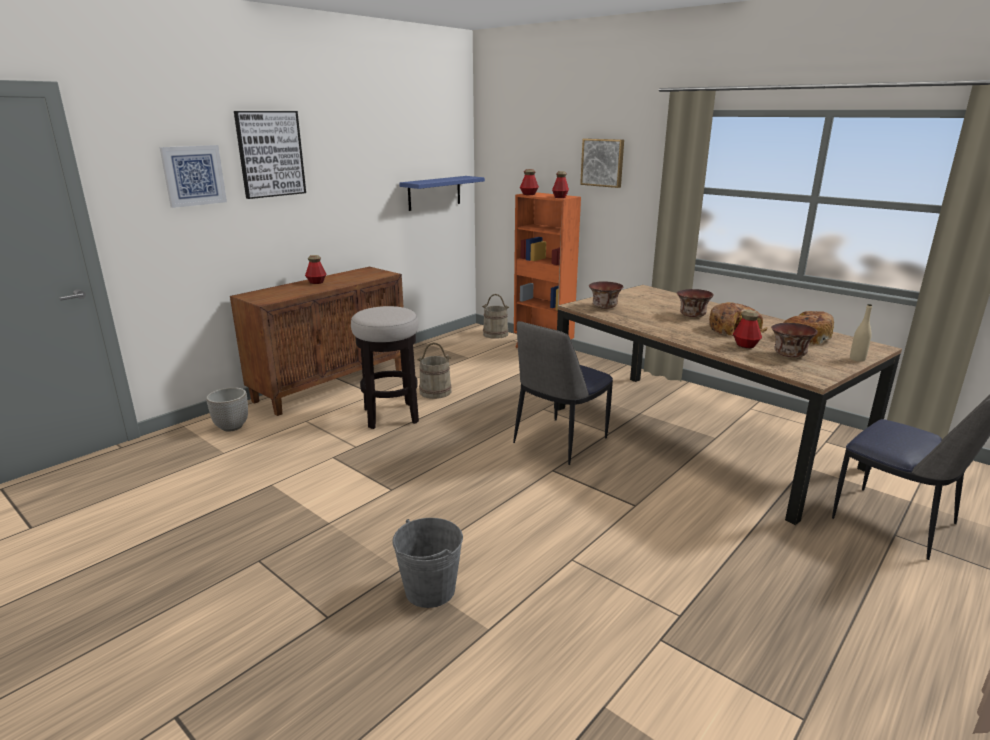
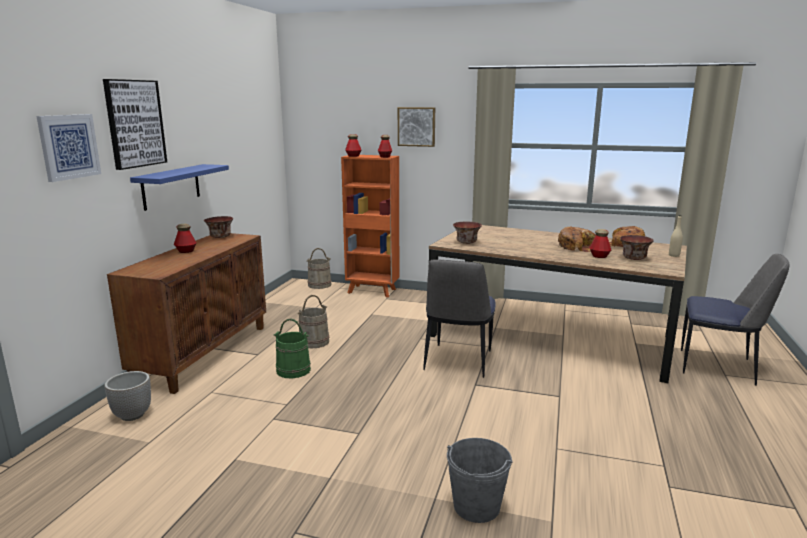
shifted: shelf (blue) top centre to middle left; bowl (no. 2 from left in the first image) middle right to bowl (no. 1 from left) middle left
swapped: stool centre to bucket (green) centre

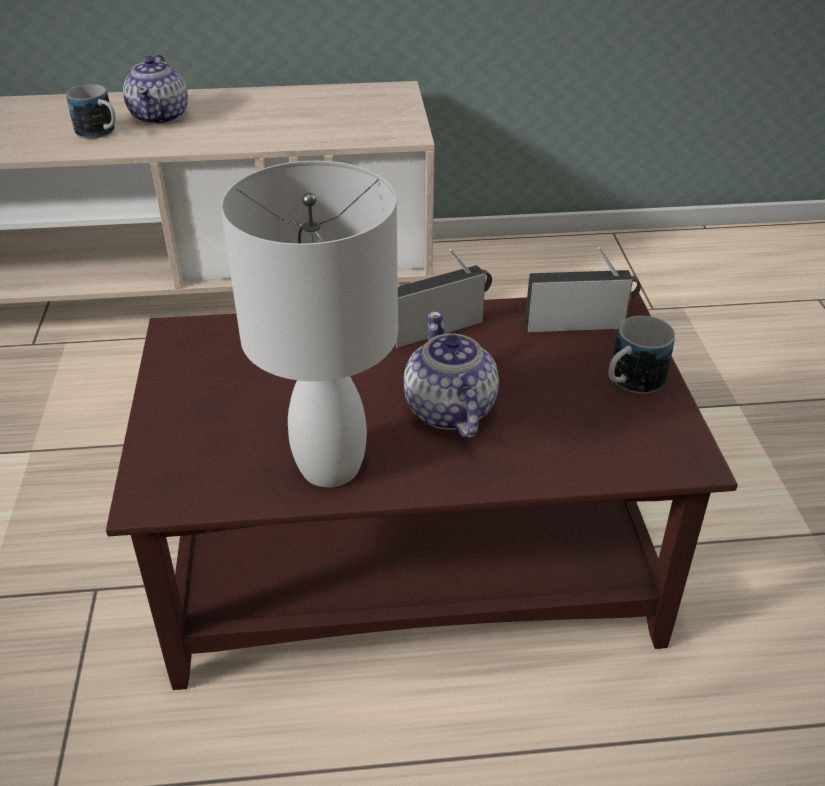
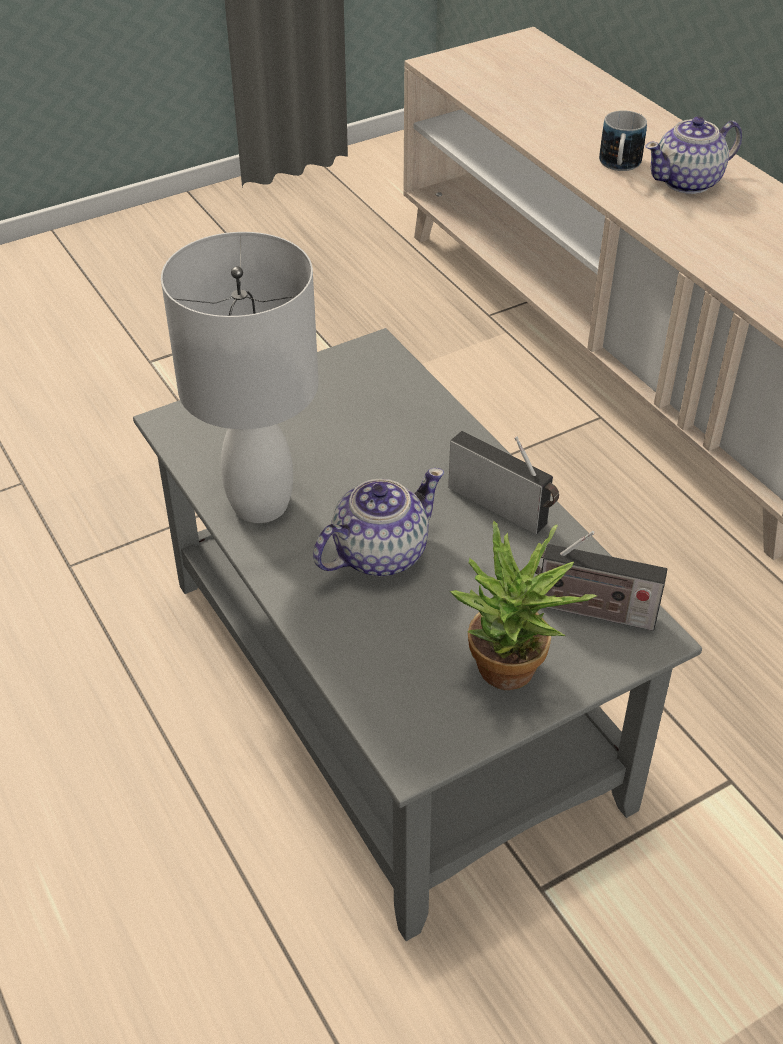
swapped: mug (no. 2 from left) middle right to potted plant middle right
repainted: coffee table (brown) centre to coffee table (grey) centre
rotated: radio (no. 2 from left) middle right = middle right 135 degrees clockwise

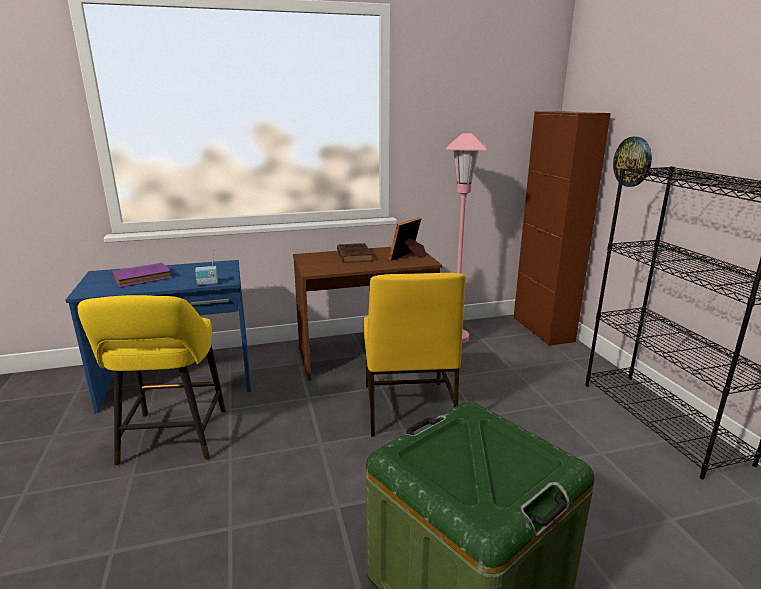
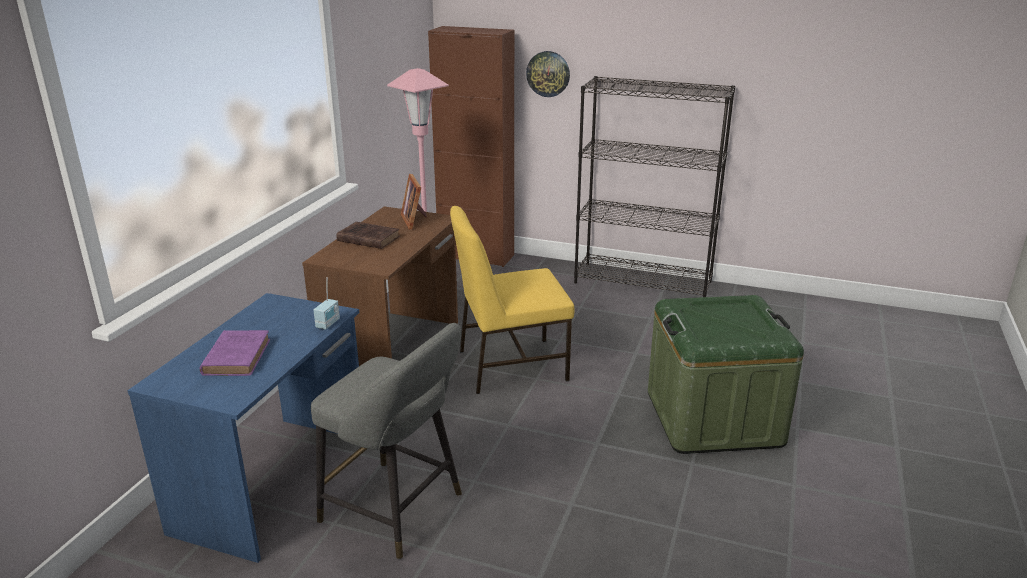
repainted: stool (yellow) middle left to stool (grey) bottom centre
rotated: chair (yellow) centre = centre 135 degrees clockwise

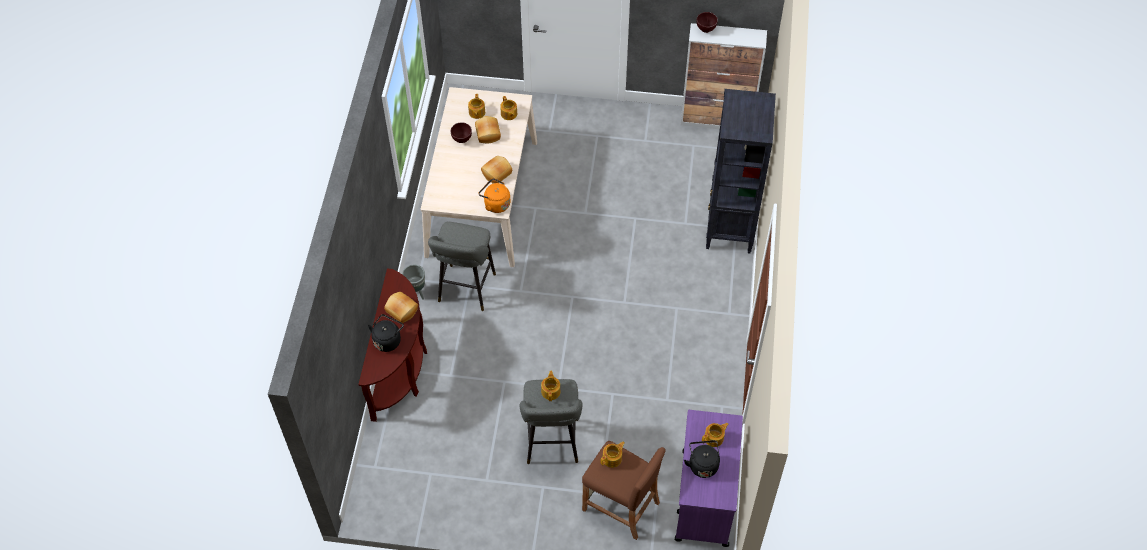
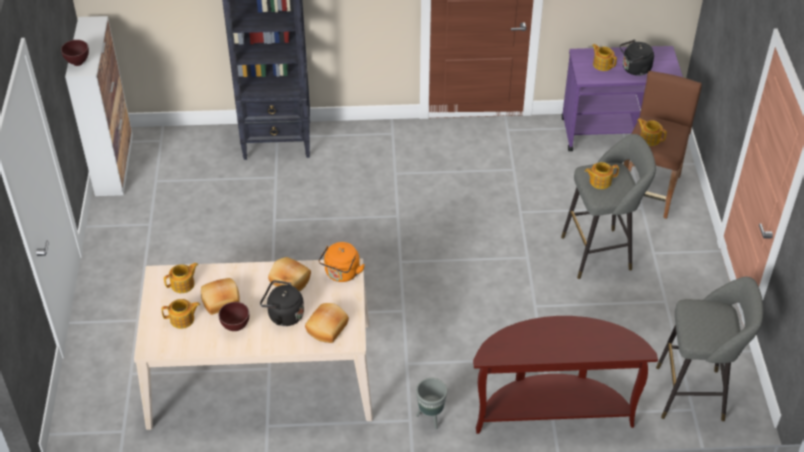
shifted: kettle (black) (no. 1 from left) centre to bottom centre; bread (no. 1 from left in the first image) centre to bread (no. 3 from left) bottom centre; stool (grey) (no. 1 from left in the first image) centre to stool (grey) (no. 2 from left) bottom right

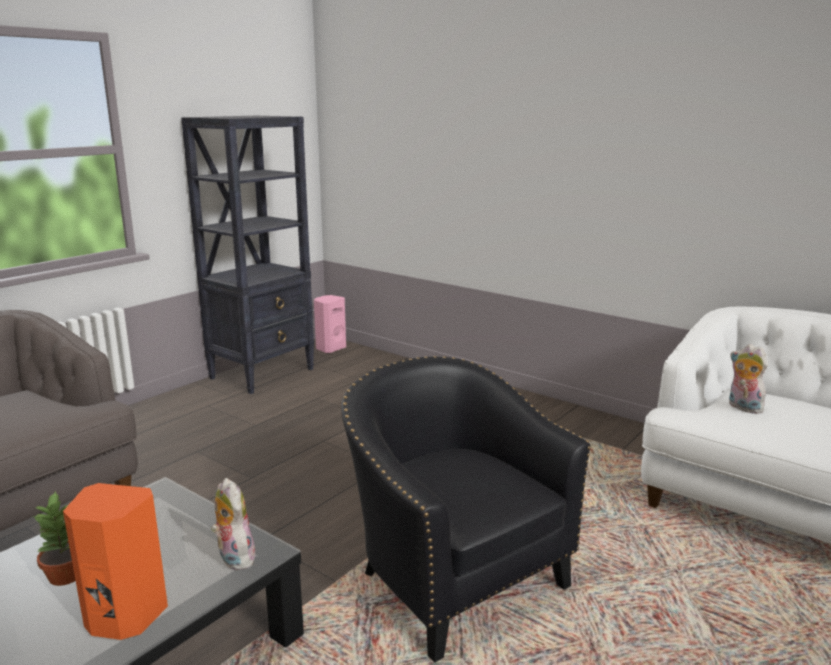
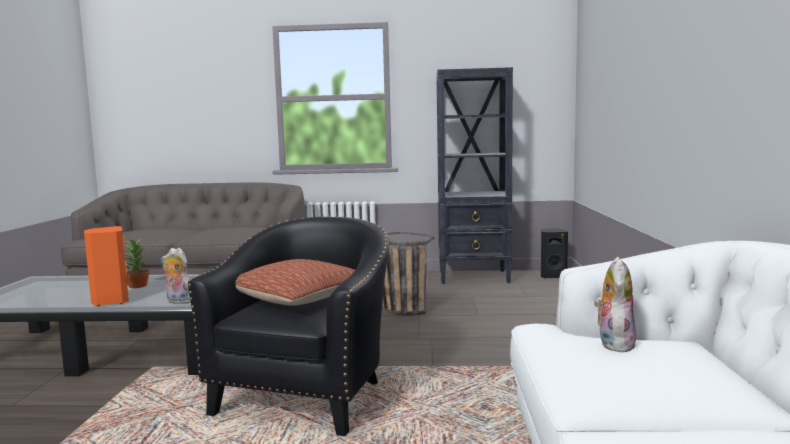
new: pillow centre; basket centre
repainted: speaker (pink) centre to speaker (black) middle right
rotated: plush toy (no. 1 from left) bottom left = middle left 90 degrees counterclockwise

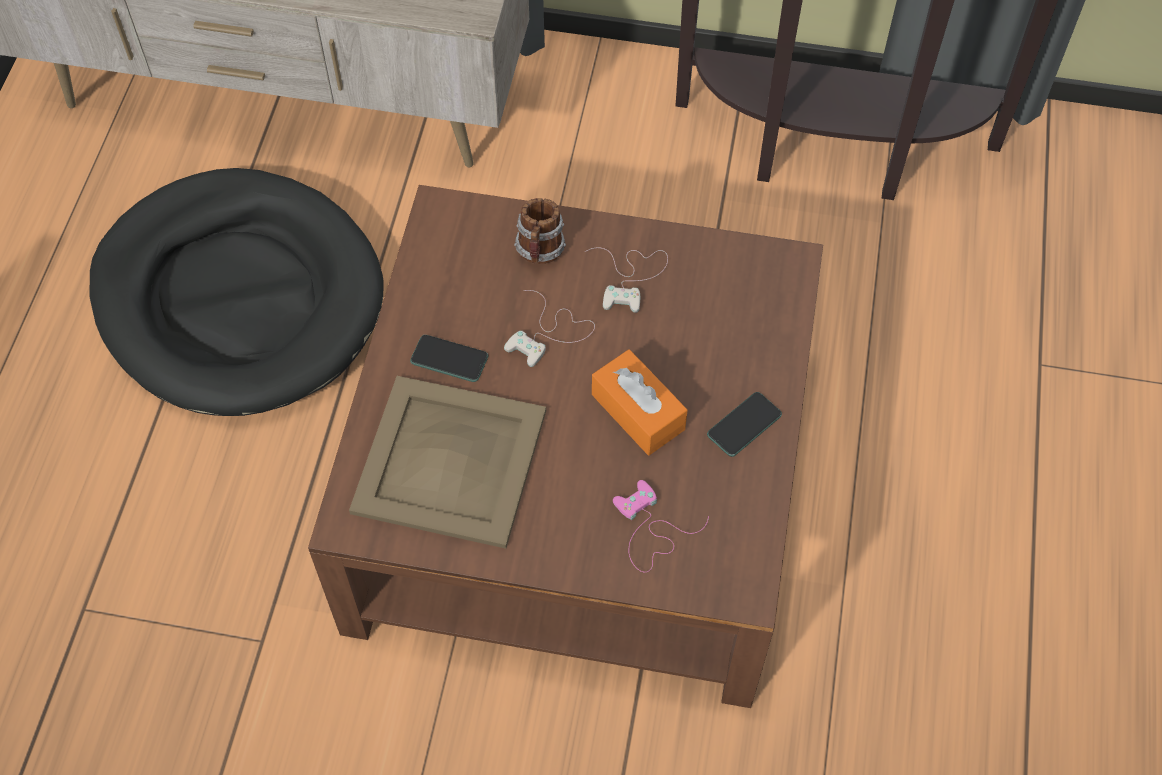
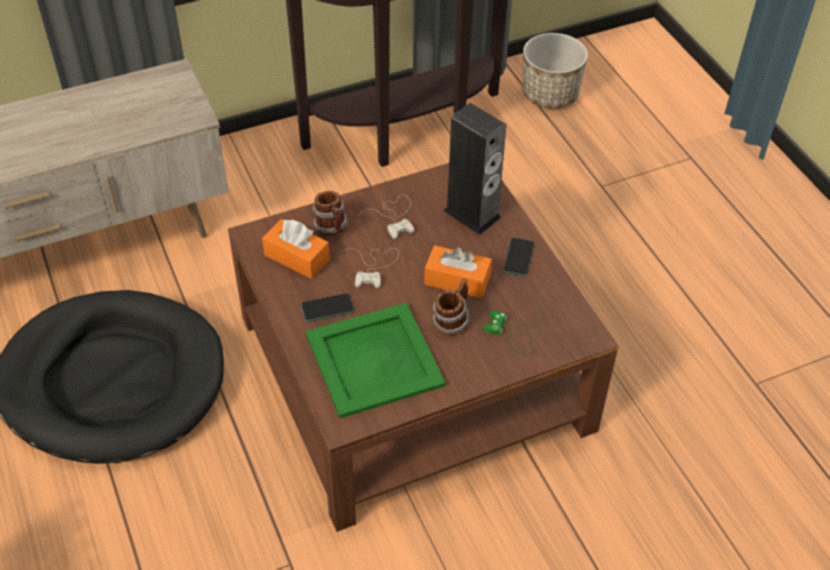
new: tissue box (orange) (no. 1 from left) centre; mug (no. 2 from left) centre; speaker top centre; planter top right
repainted: tray (beige) centre to tray (green) centre; game controller (pink) bottom centre to game controller (green) centre

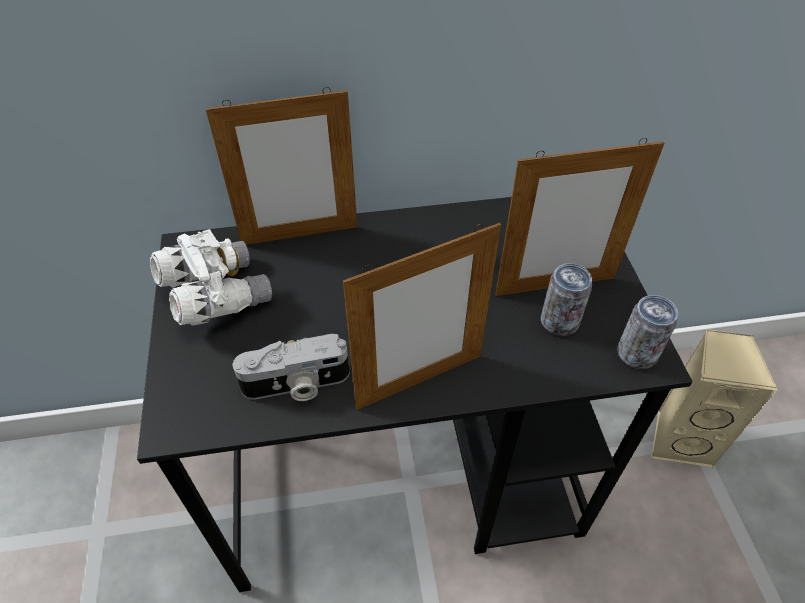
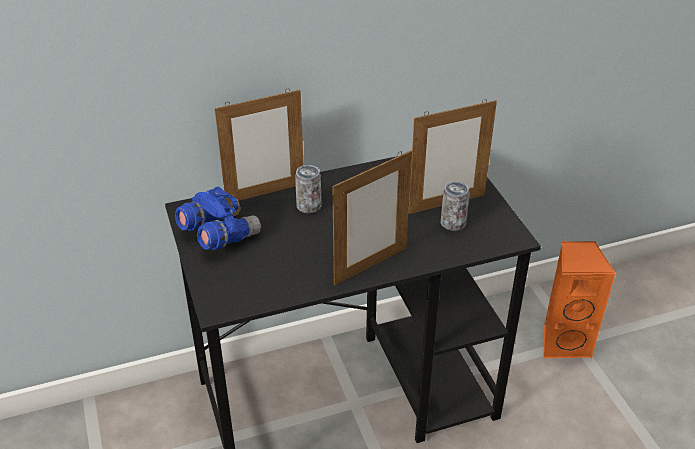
gone: photo camera centre
shifted: can (no. 2 from left in the first image) middle right to can (no. 1 from left) centre
repainted: binoculars (white) middle left to binoculars (blue) middle left; speaker (beige) middle right to speaker (orange) middle right

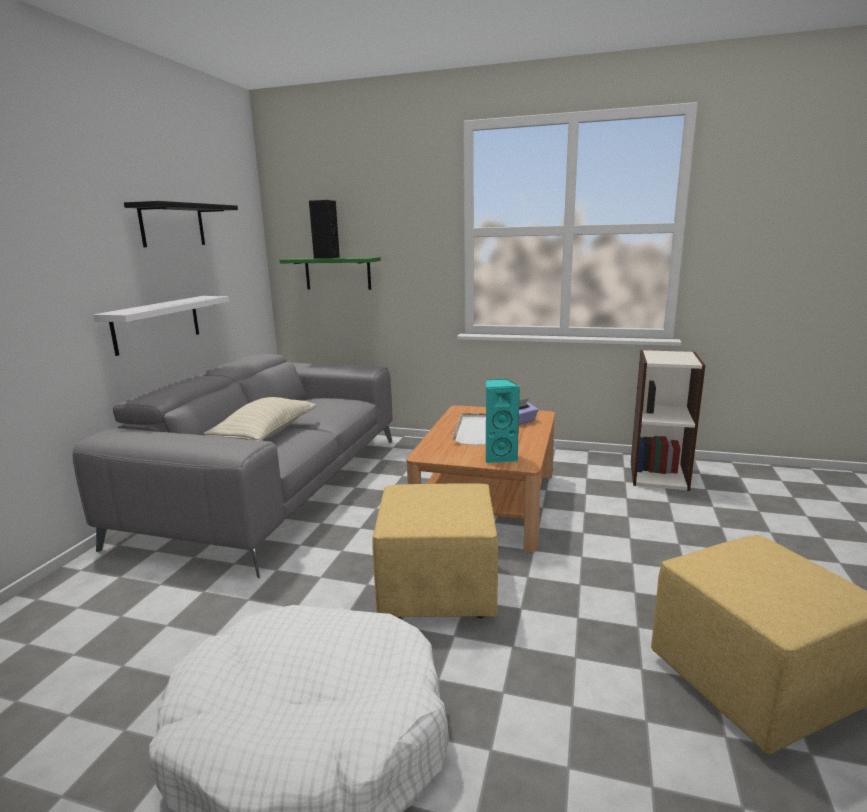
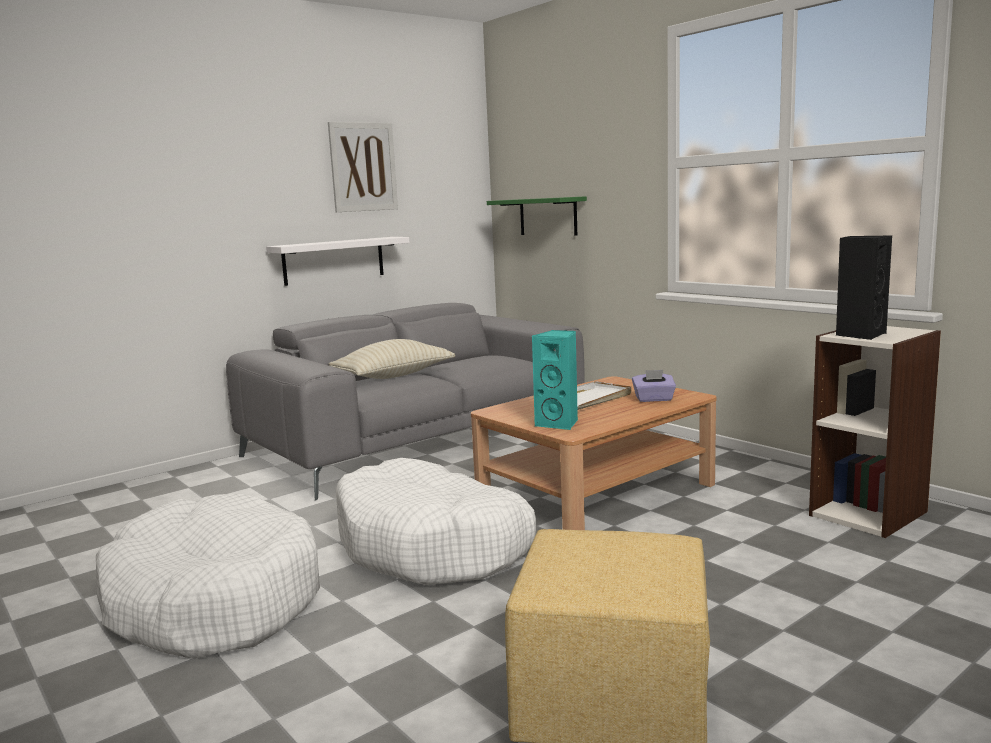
shifted: speaker (black) top centre to middle right
swapped: shelf (black) top left to picture top centre; ottoman (yellow) (no. 1 from left) bottom centre to dog bed (white) (no. 2 from left) bottom centre

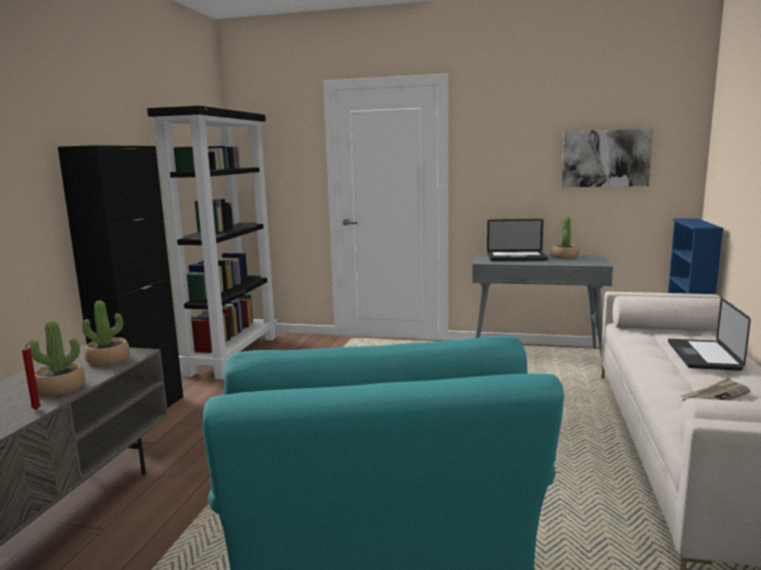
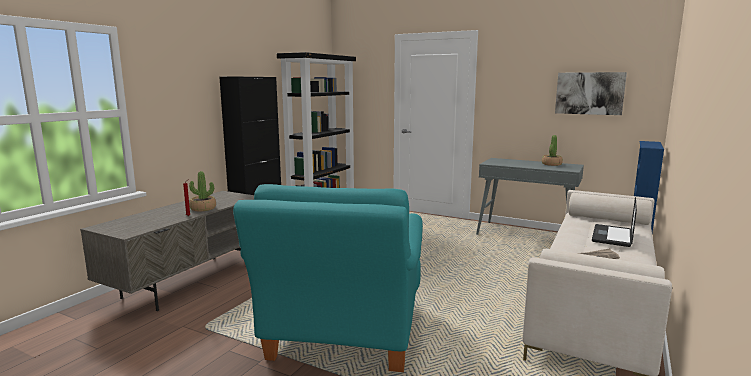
gone: potted plant (no. 2 from left) middle left; laptop (no. 1 from left) middle right

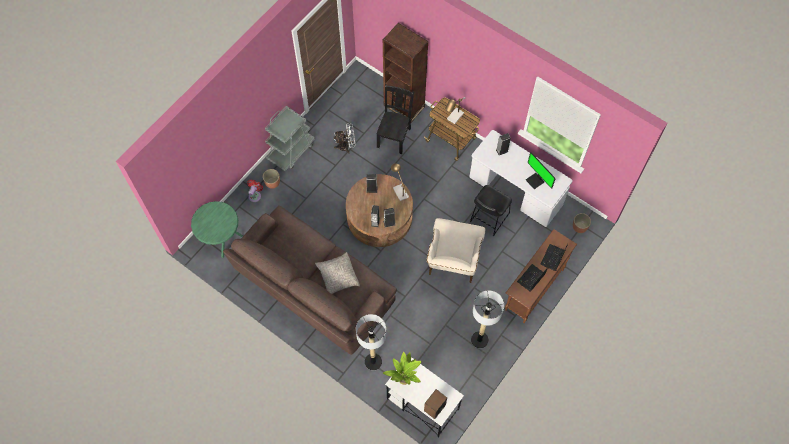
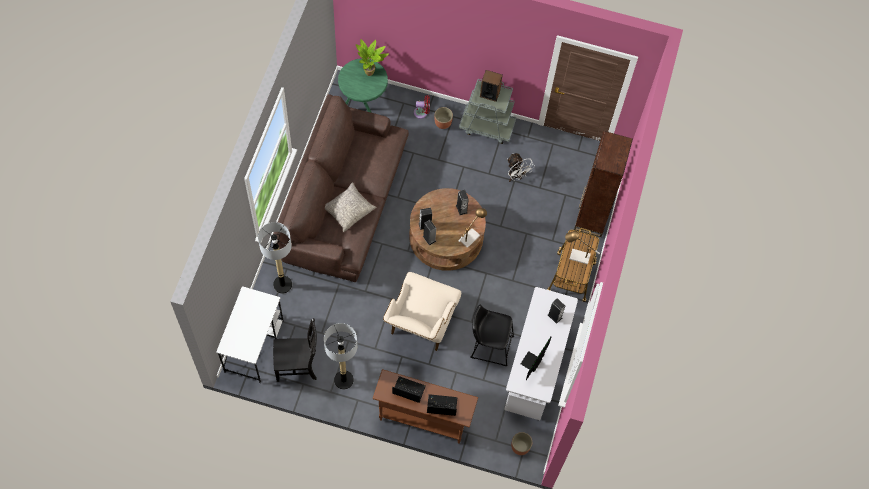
shifted: chair (black) top centre to bottom centre; potted plant bottom centre to top centre; speaker (no. 4 from left) bottom centre to top centre
rotated: armchair (beige) centre = centre 60 degrees counterclockwise

